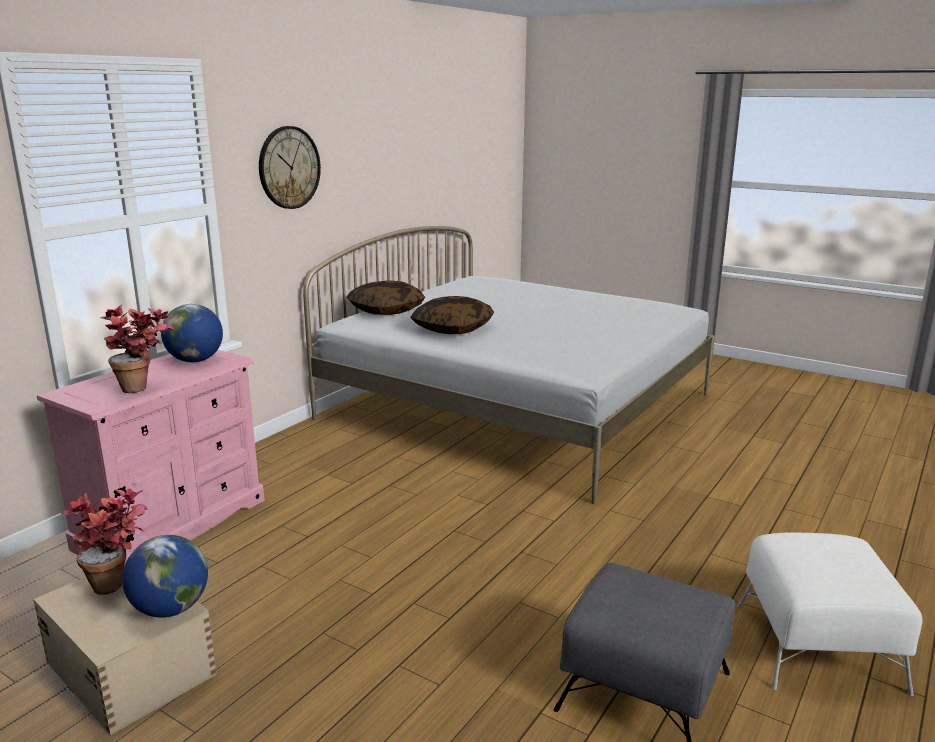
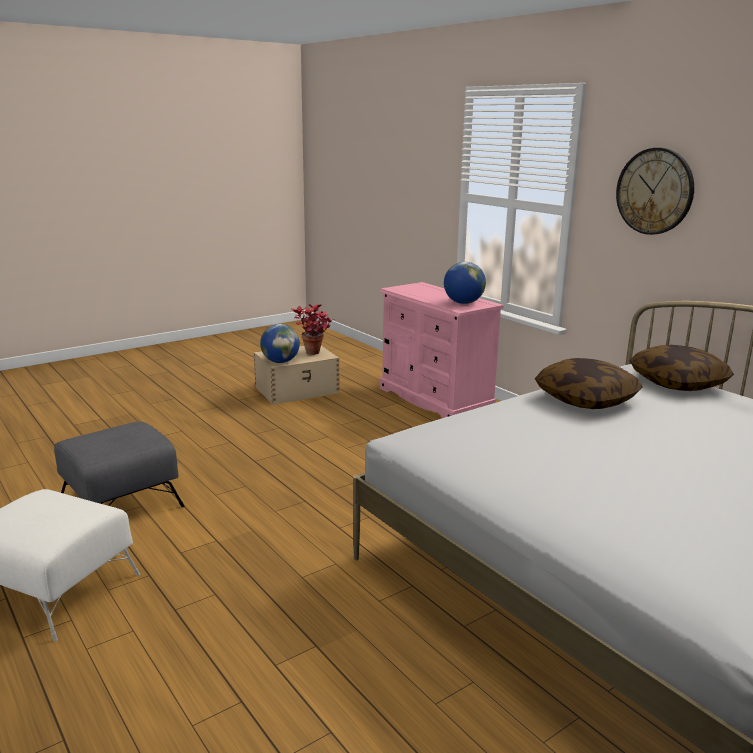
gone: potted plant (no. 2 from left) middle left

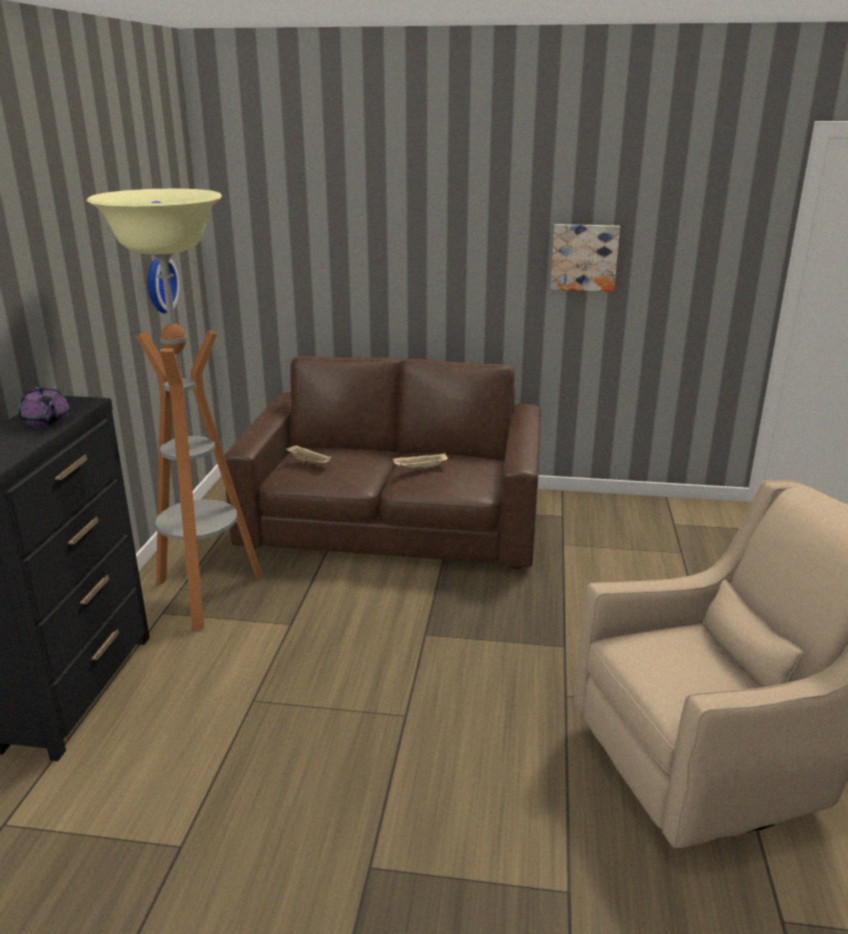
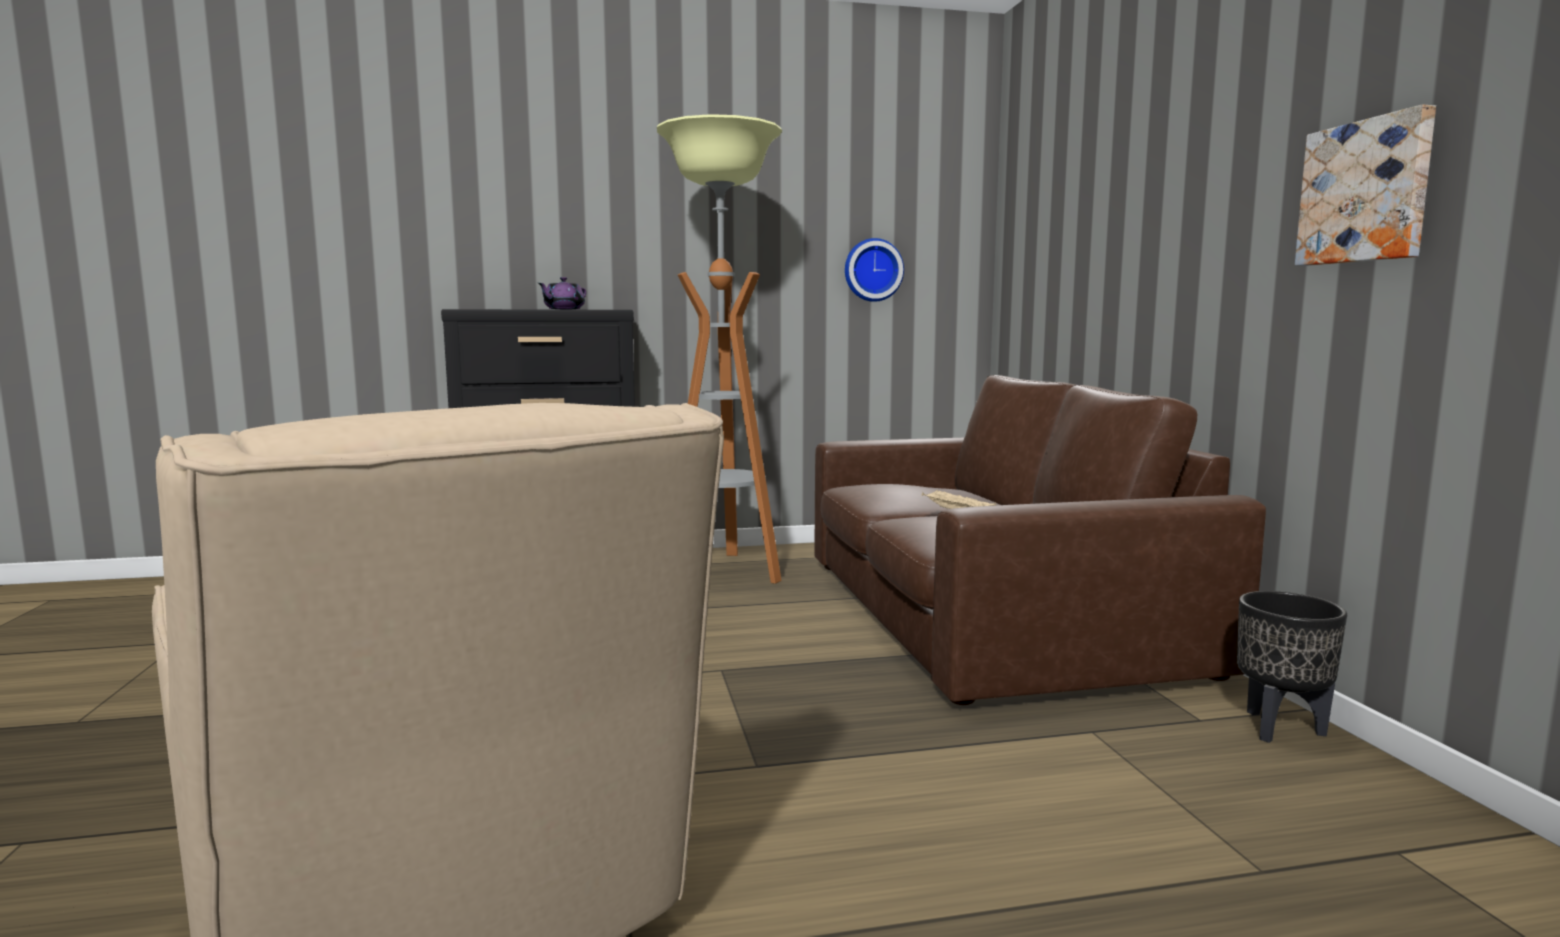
gone: tray (beige) (no. 1 from left) centre
new: planter (black) bottom right

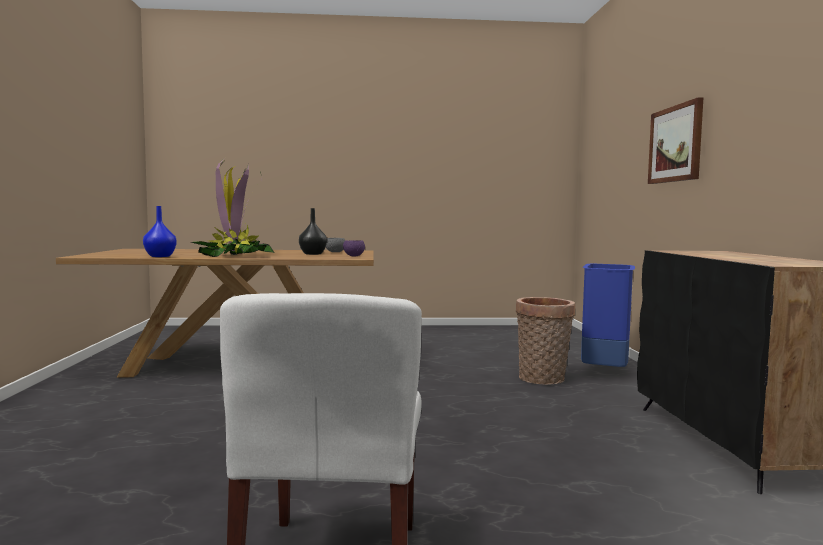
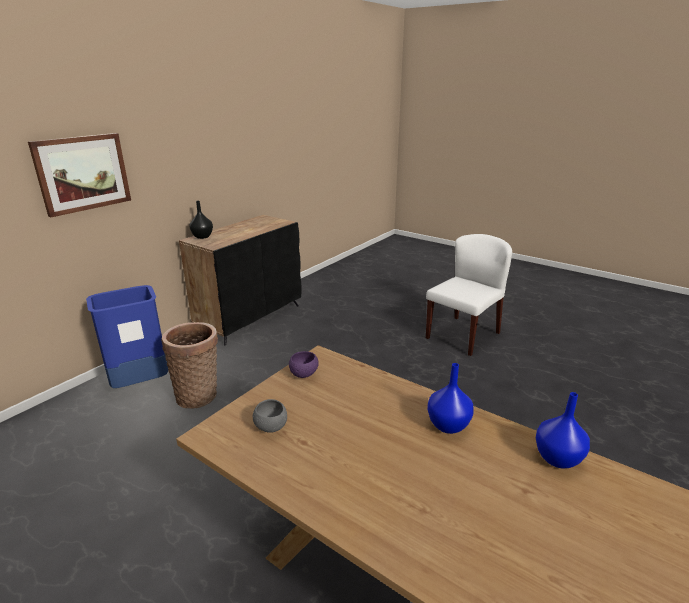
shifted: vase (black) centre to middle left
swapped: potted plant middle left to vase (blue) (no. 1 from left) centre

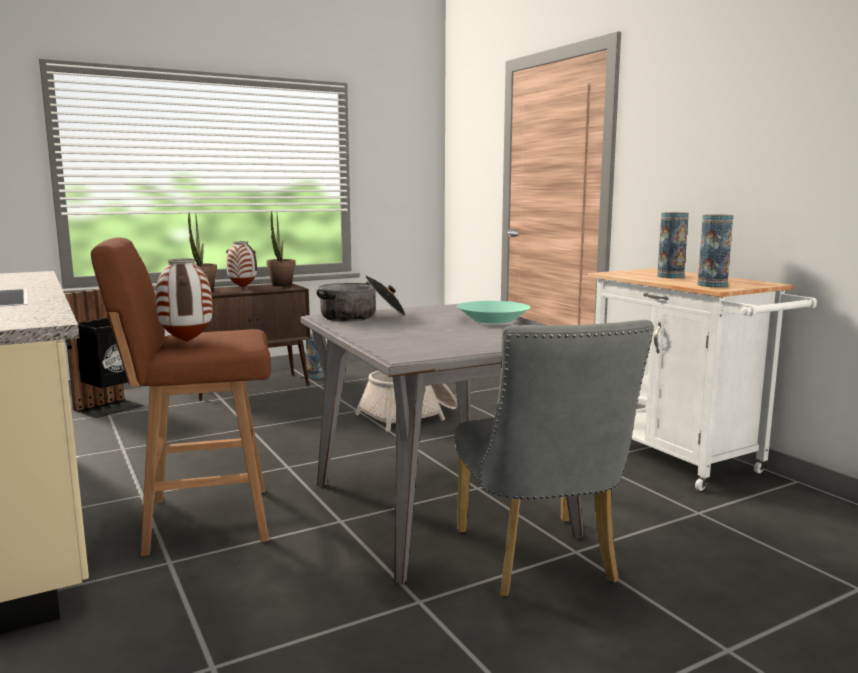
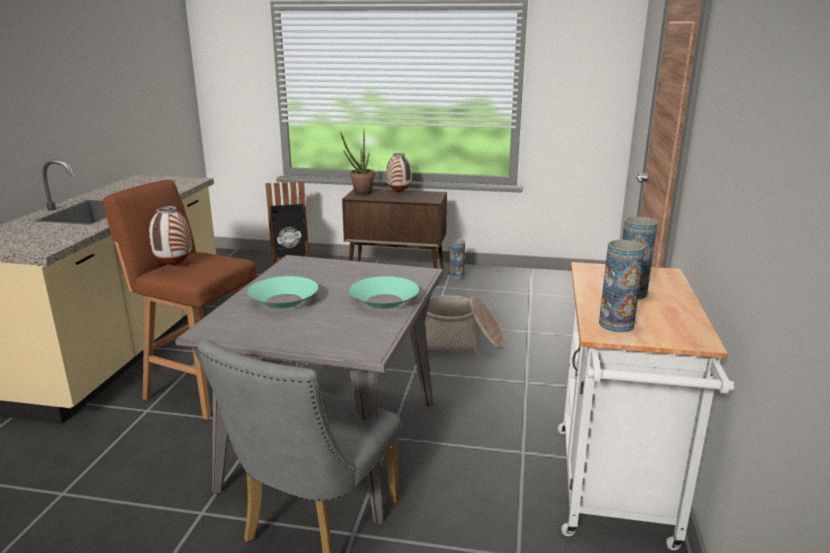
gone: potted plant (no. 2 from left) middle left; cooking pot centre
new: bowl (turquoise) (no. 1 from left) centre

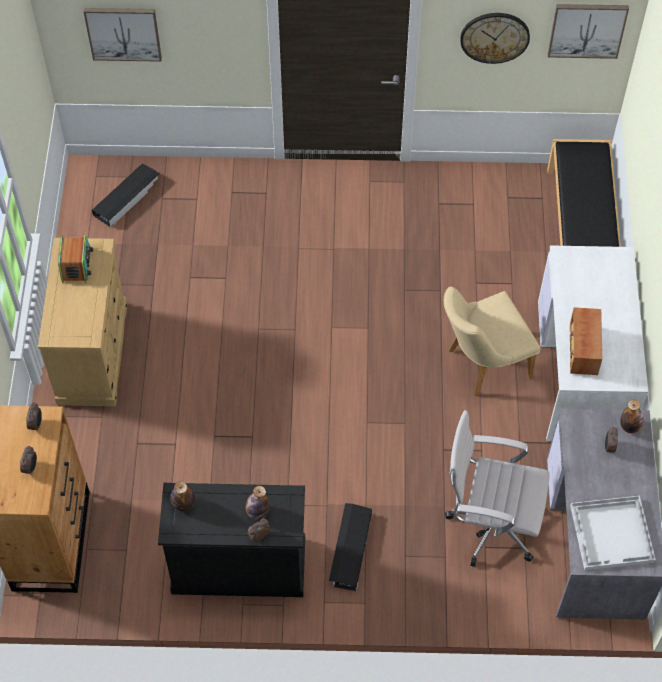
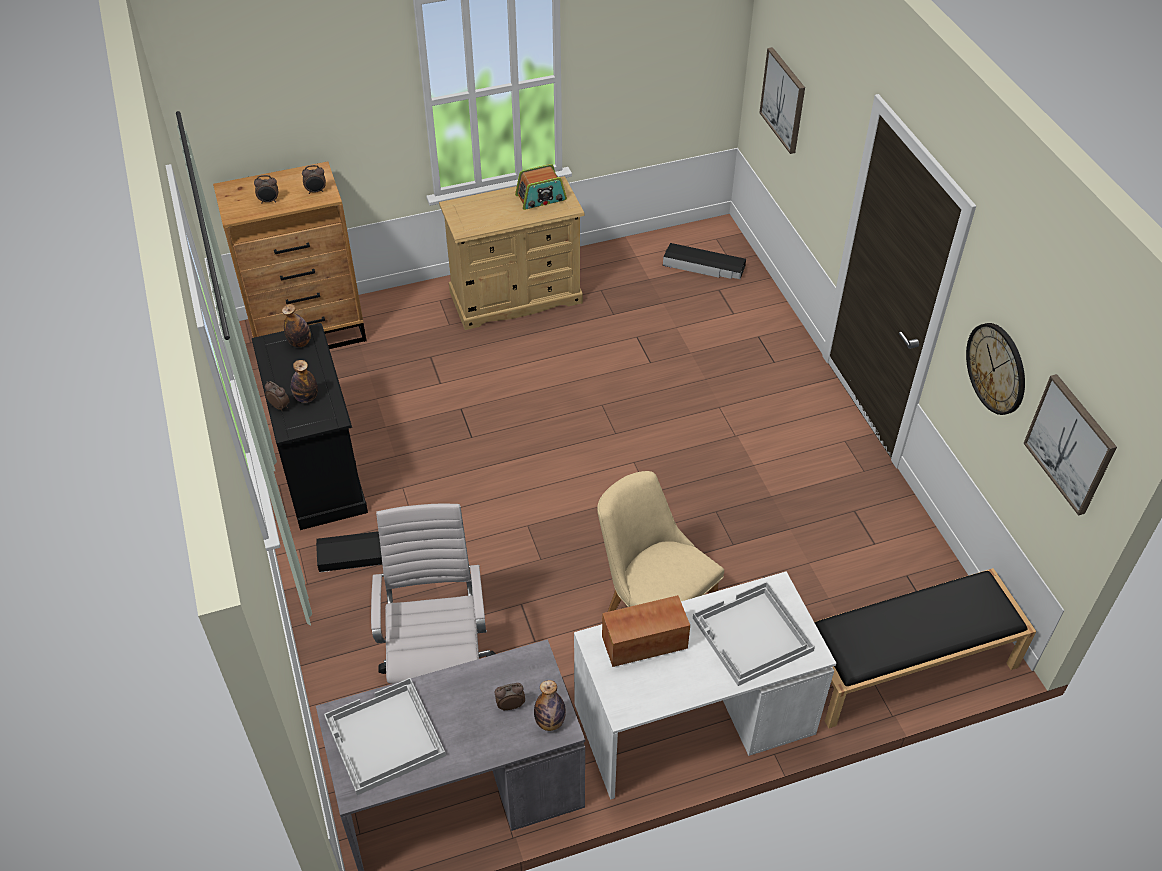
new: tray (white) (no. 2 from left) bottom centre

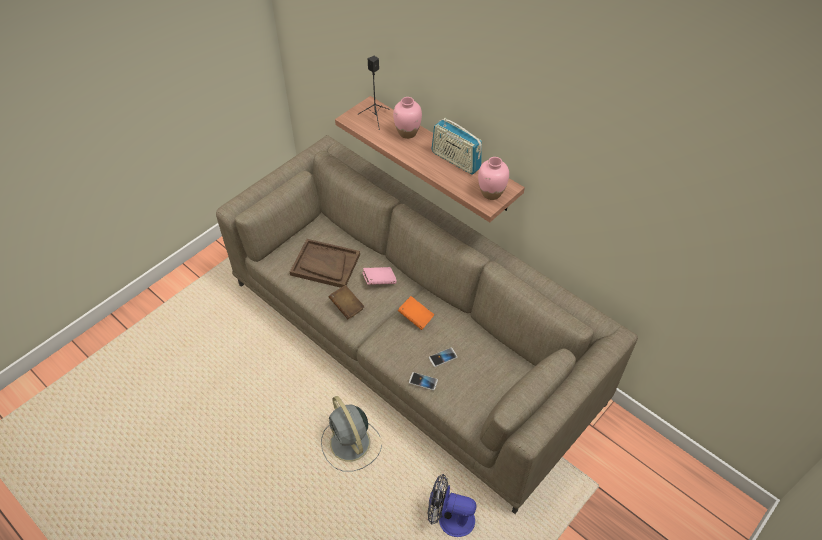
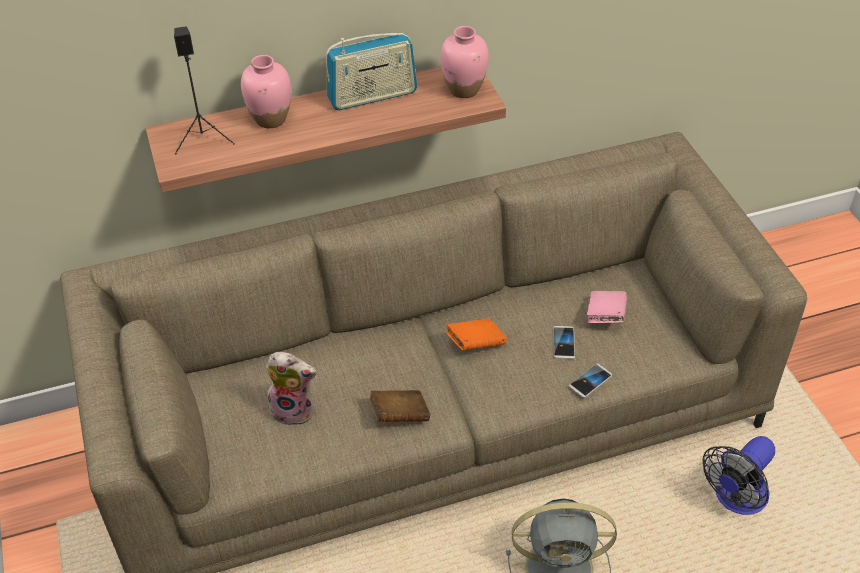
shifted: book (pink) centre to middle right
swapped: tray (brown) centre to plush toy bottom centre

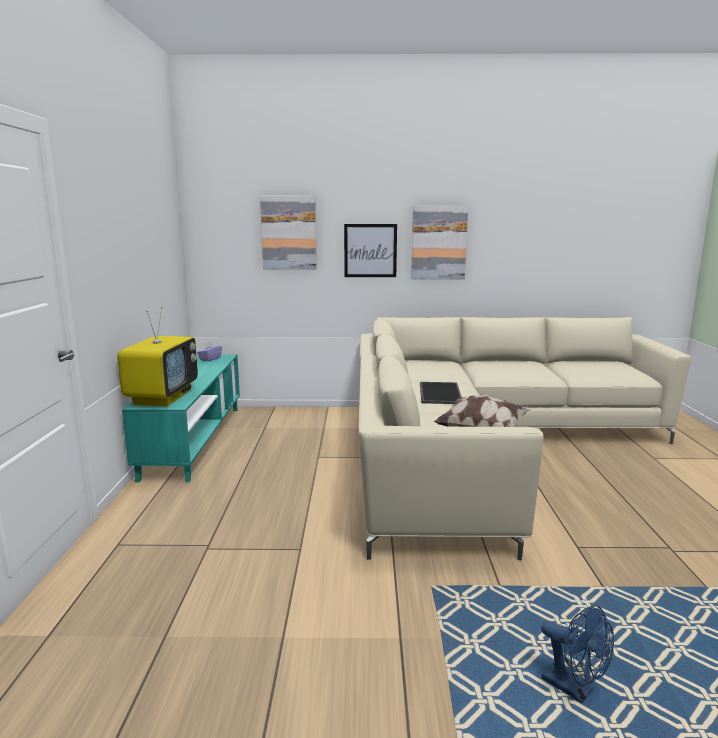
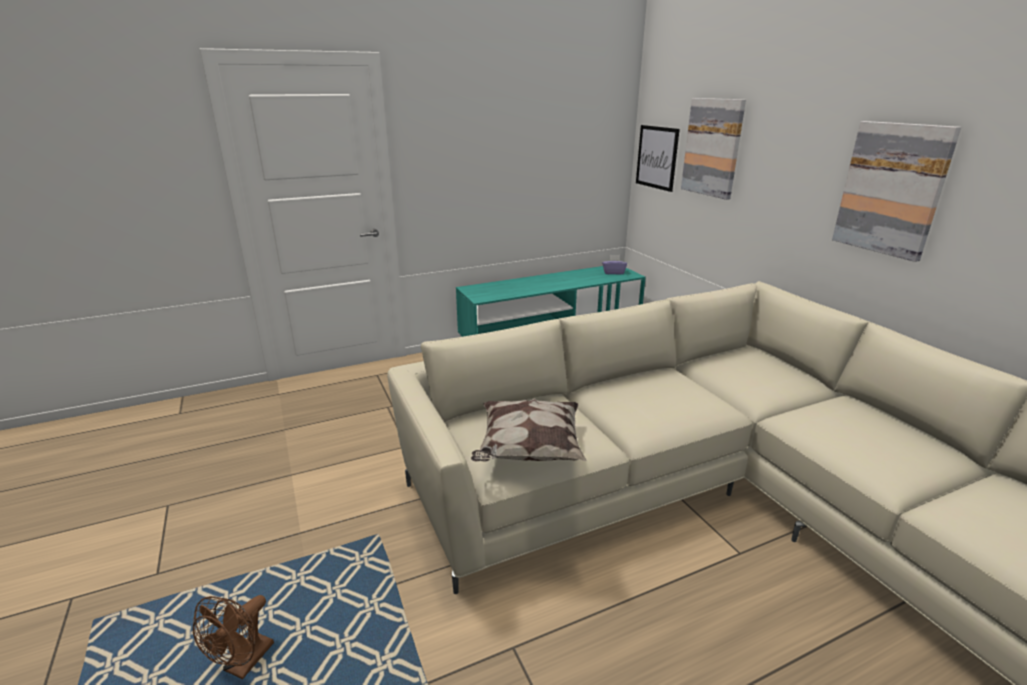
gone: television middle left; tray centre
shifted: picture (no. 2 from left in the first image) centre to picture (no. 1 from left) top centre
repainted: fan (blue) bottom right to fan (brown) bottom left

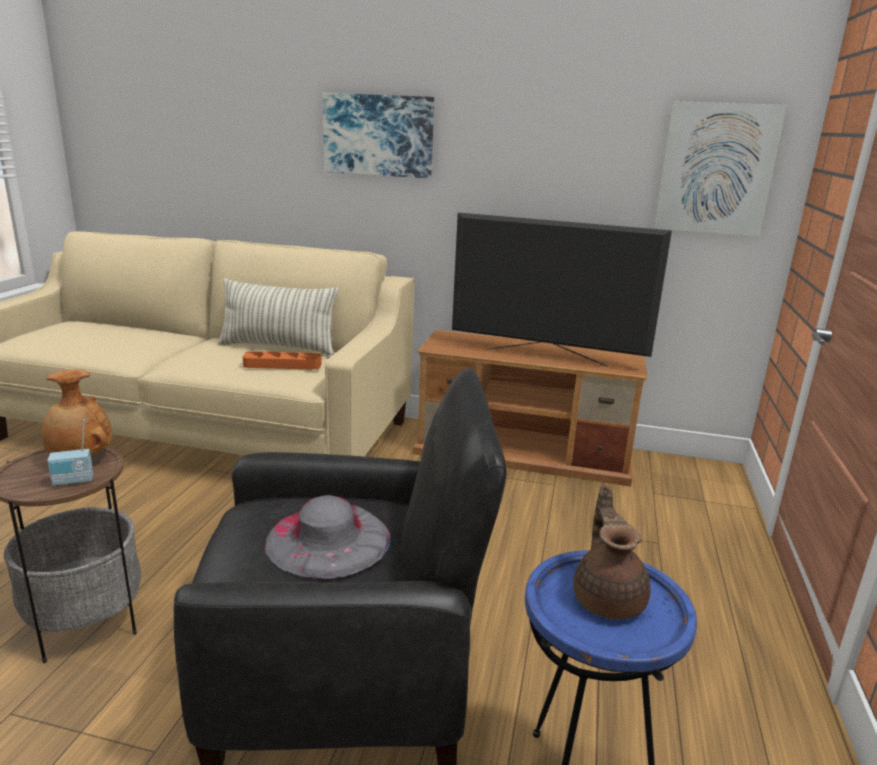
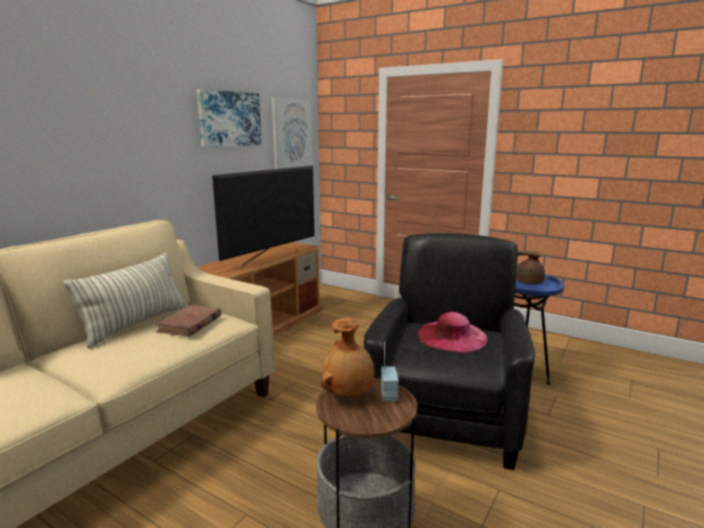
shifted: picture (no. 1 from left) top centre to top left
swapped: tray (orange) middle left to book (brown) middle left
repainted: hat (grey) bottom centre to hat (pink) centre

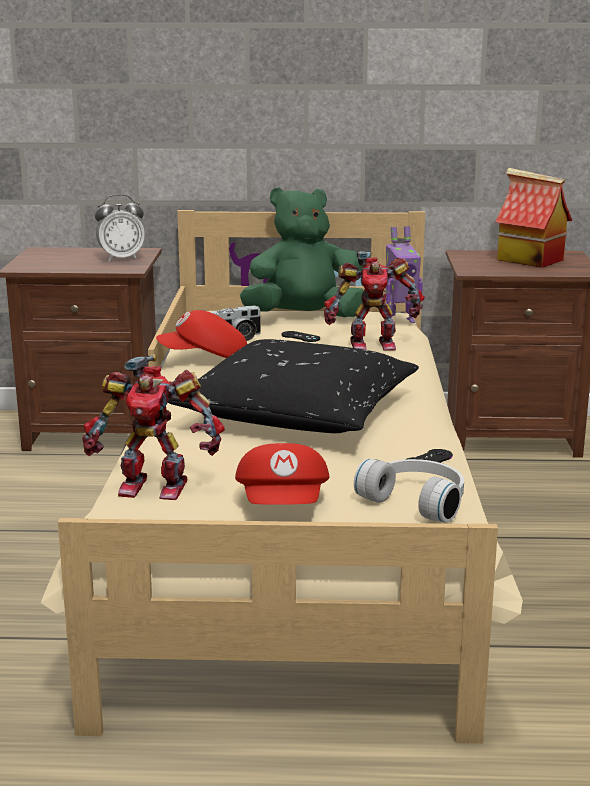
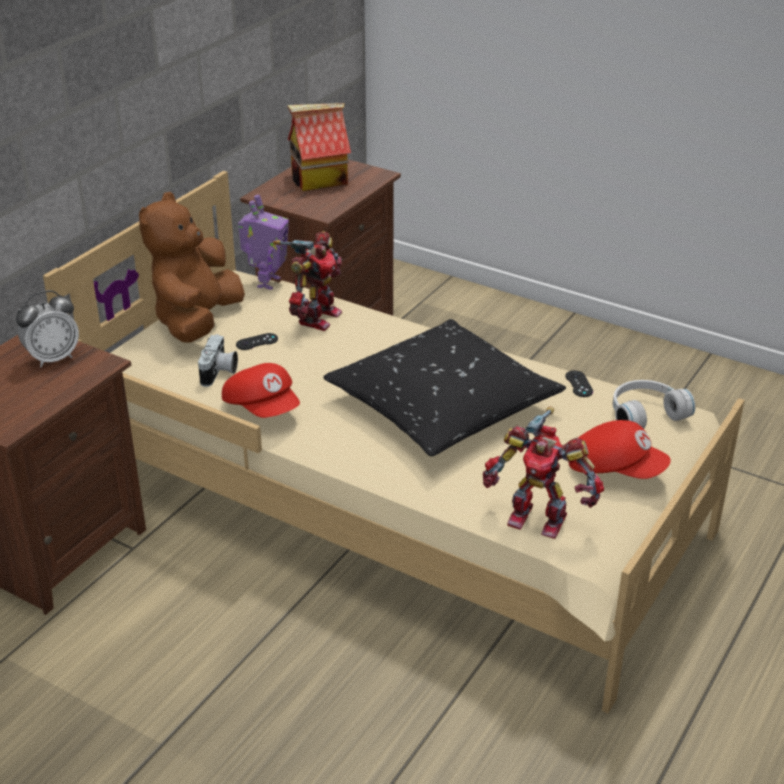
repainted: plush toy (green) top centre to plush toy (brown) middle left
rotated: alarm clock top left = middle left 45 degrees clockwise; cap (red) (no. 1 from left) centre = middle left 60 degrees counterclockwise; toy robot (no. 1 from left in the first image) middle left = middle right 75 degrees clockwise

